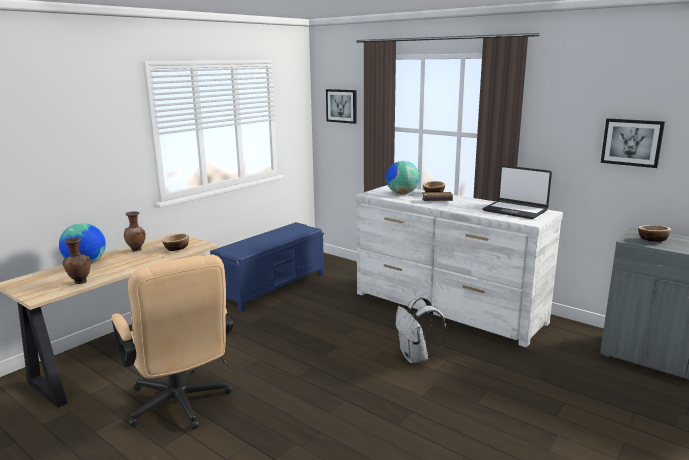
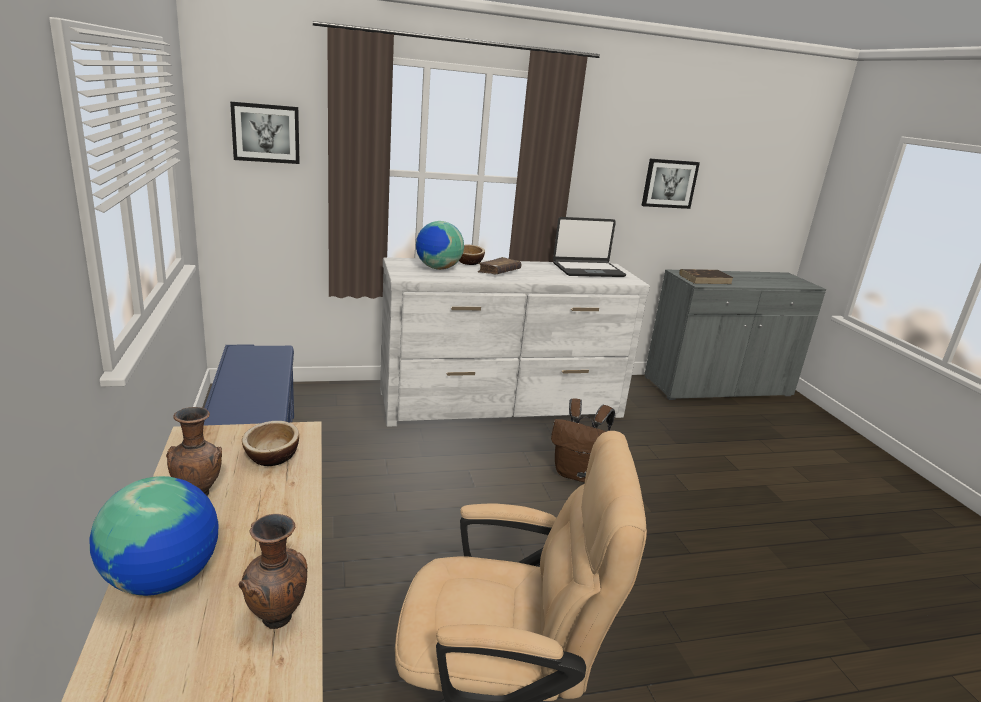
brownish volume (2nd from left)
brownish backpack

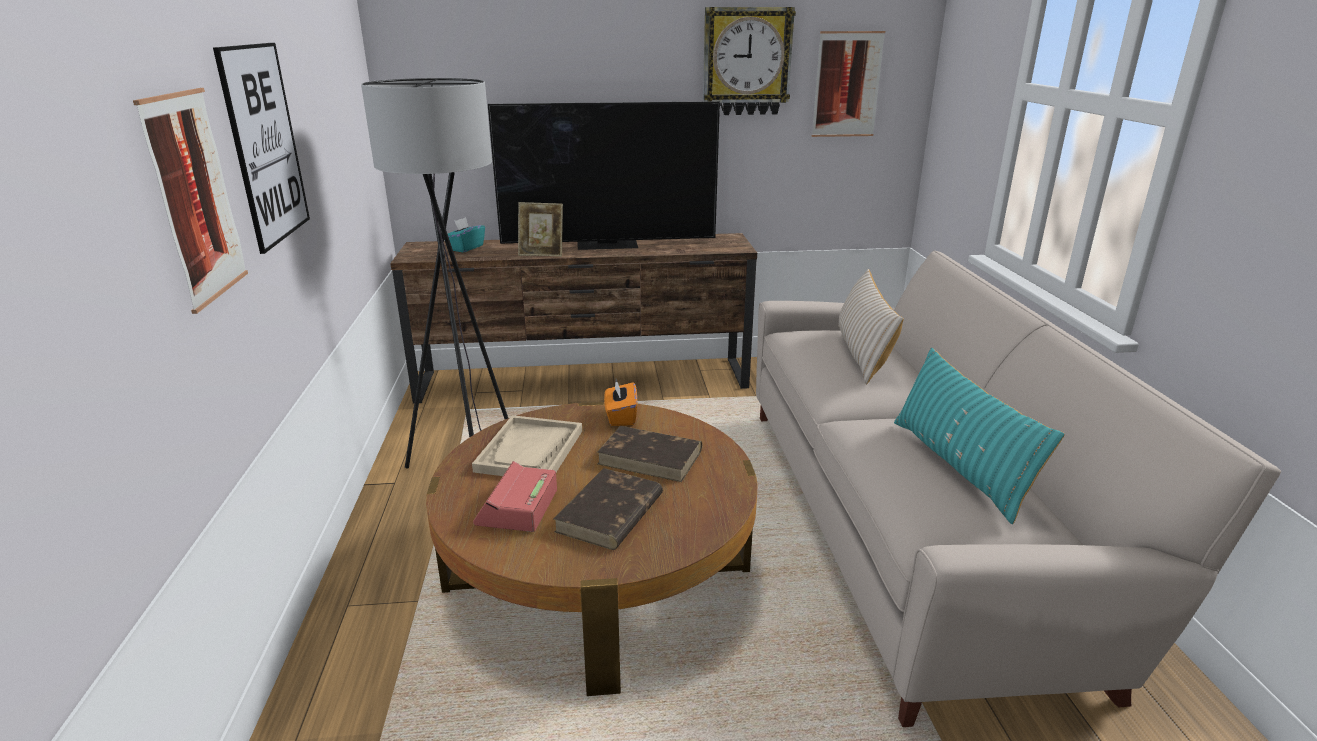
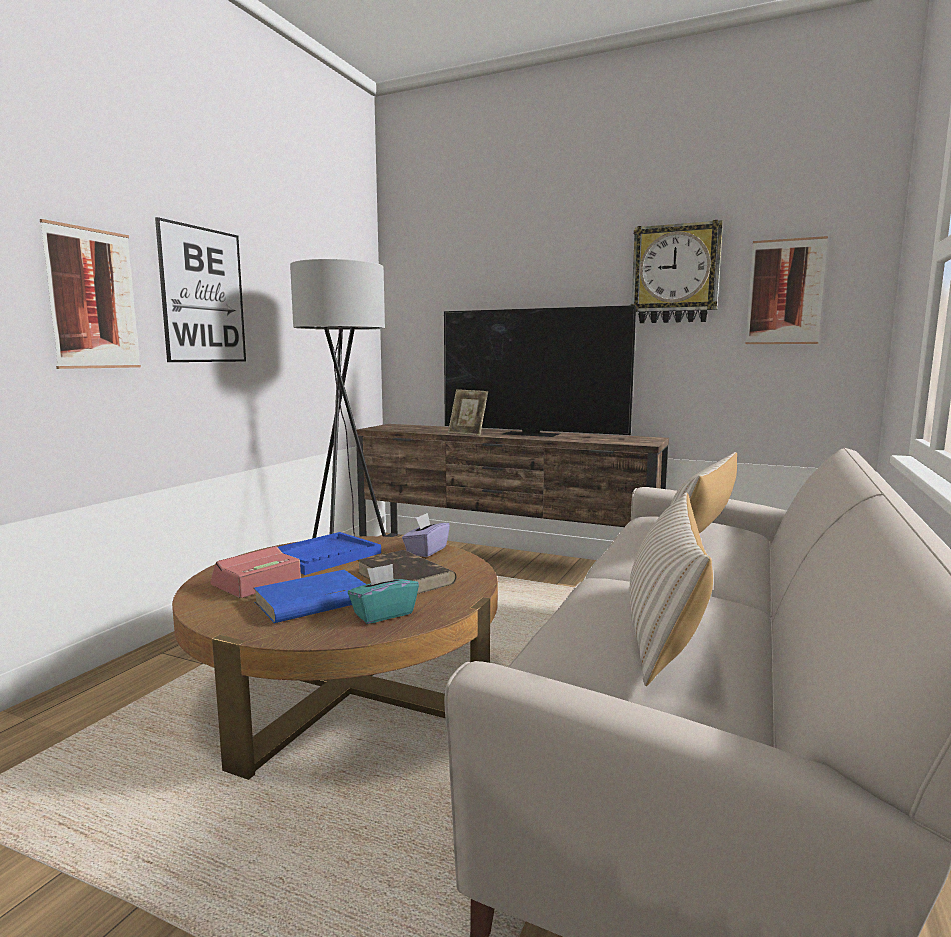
blue-green tissue box
beige-coloured throw pillow (1st from left)
purple tissue box
blue-coloured tray
blue-coloured volume

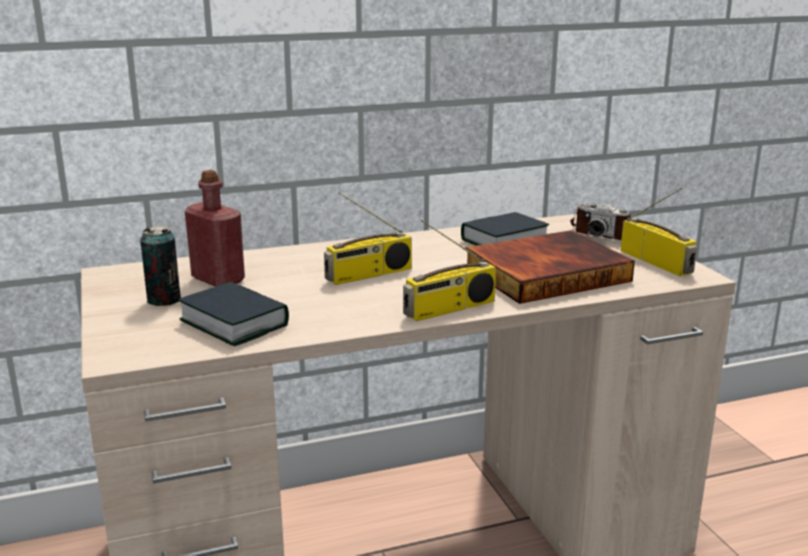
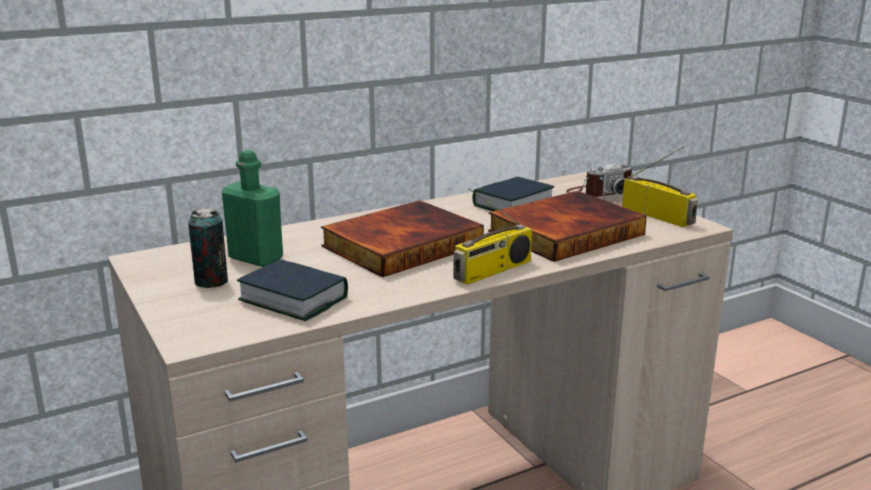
greenish drink bottle
volume (2nd from left)
photo camera

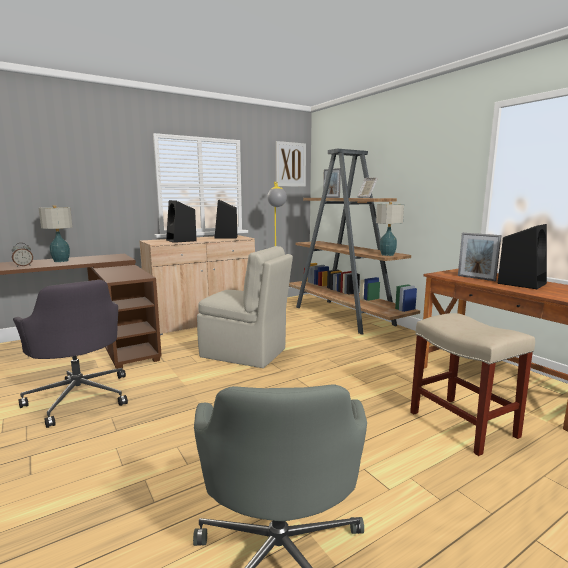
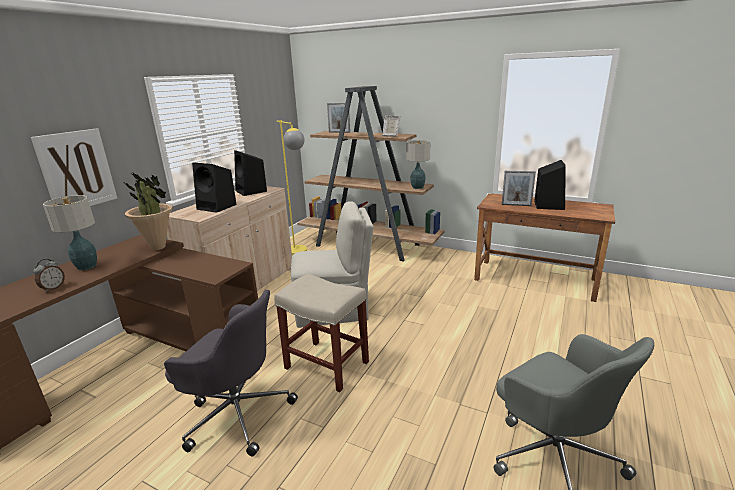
picture
beige-coloured sitting stool
potted plant

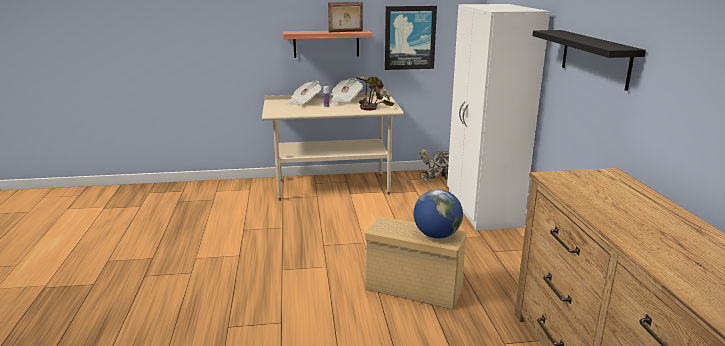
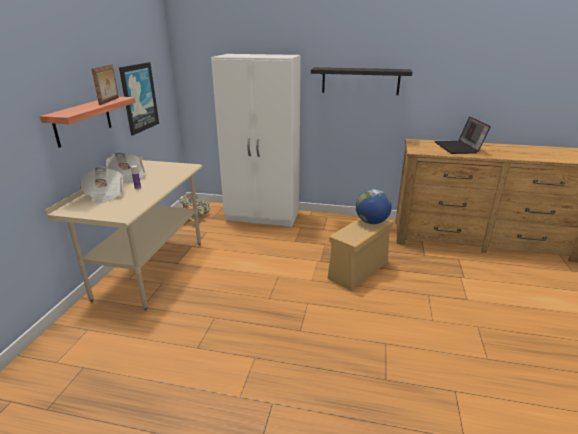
potted plant (1st from left in the first image)
portable computer

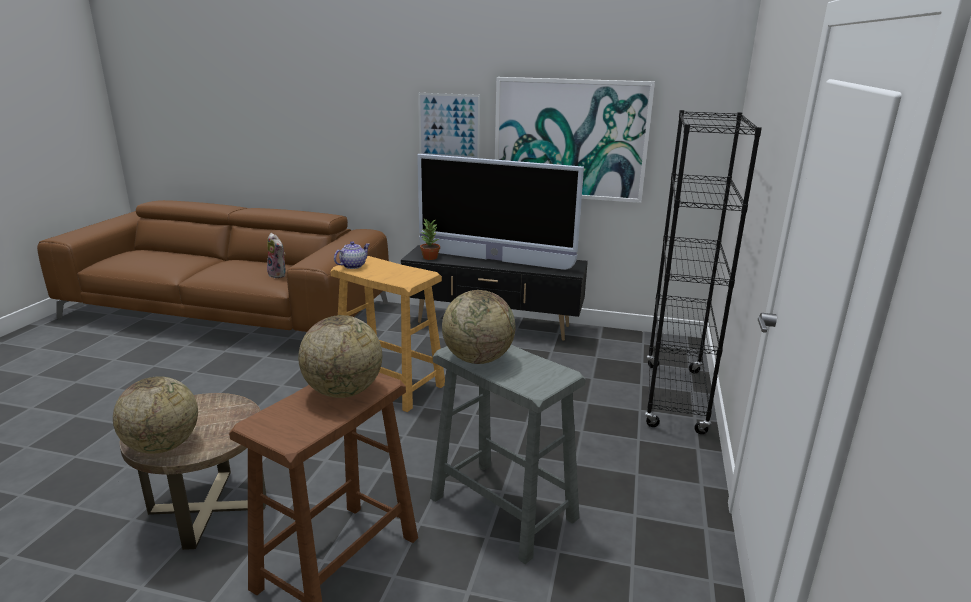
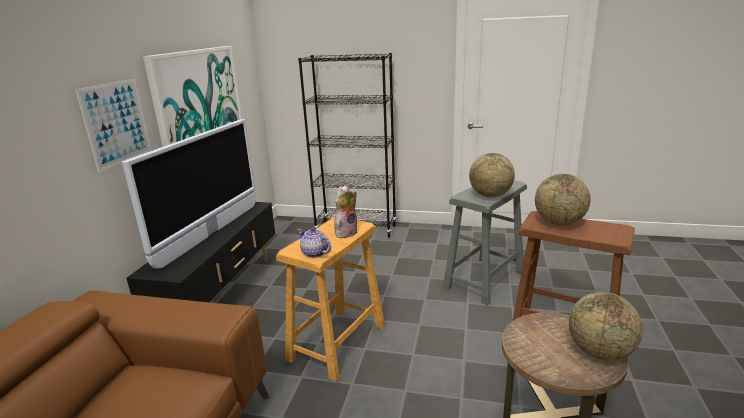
potted plant
soft toy

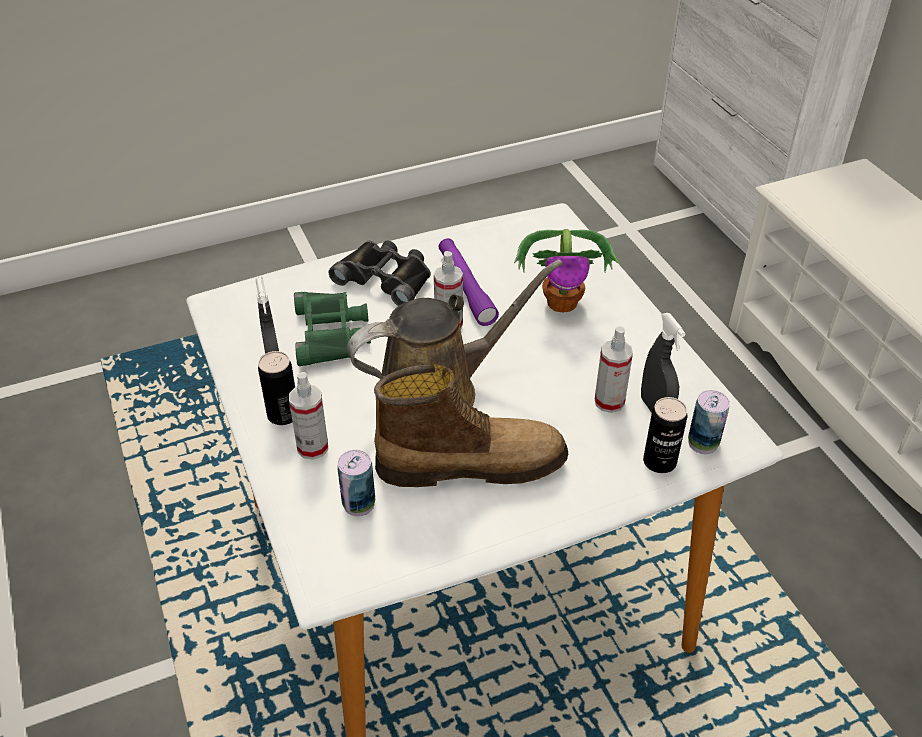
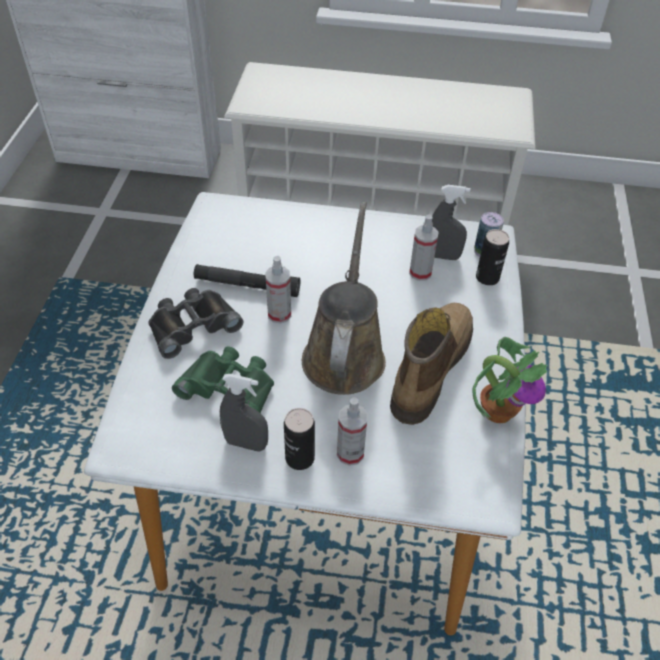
potted plant
blackish hand torch
sealed can (2nd from left in the first image)

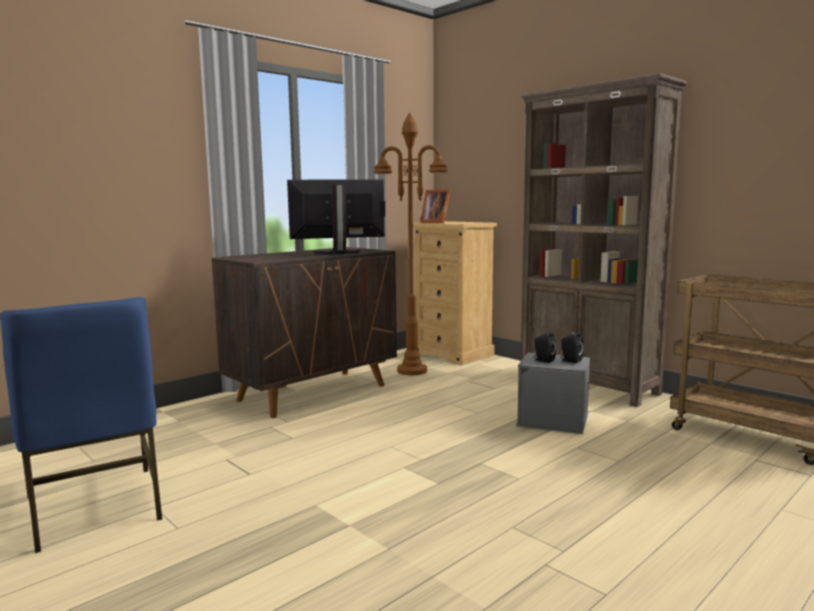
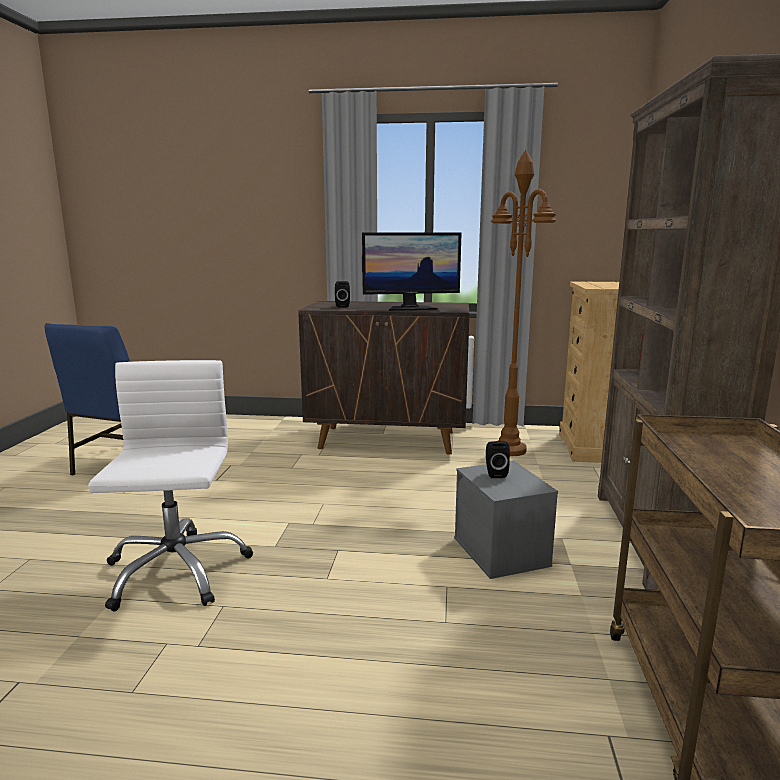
computer display
picture frame
blackish speaker (1st from left)
white office chair

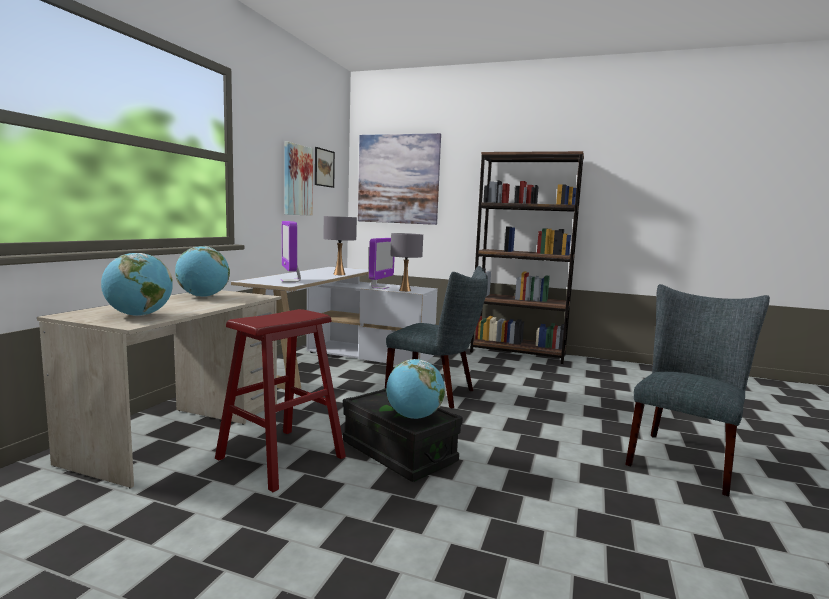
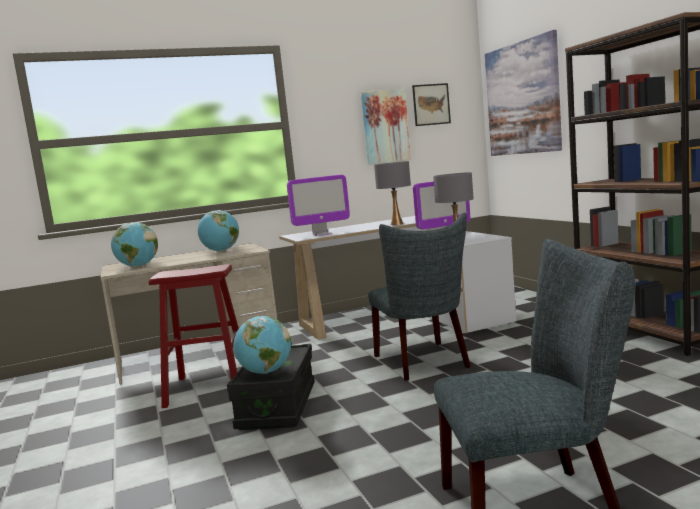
computer display (1st from left)

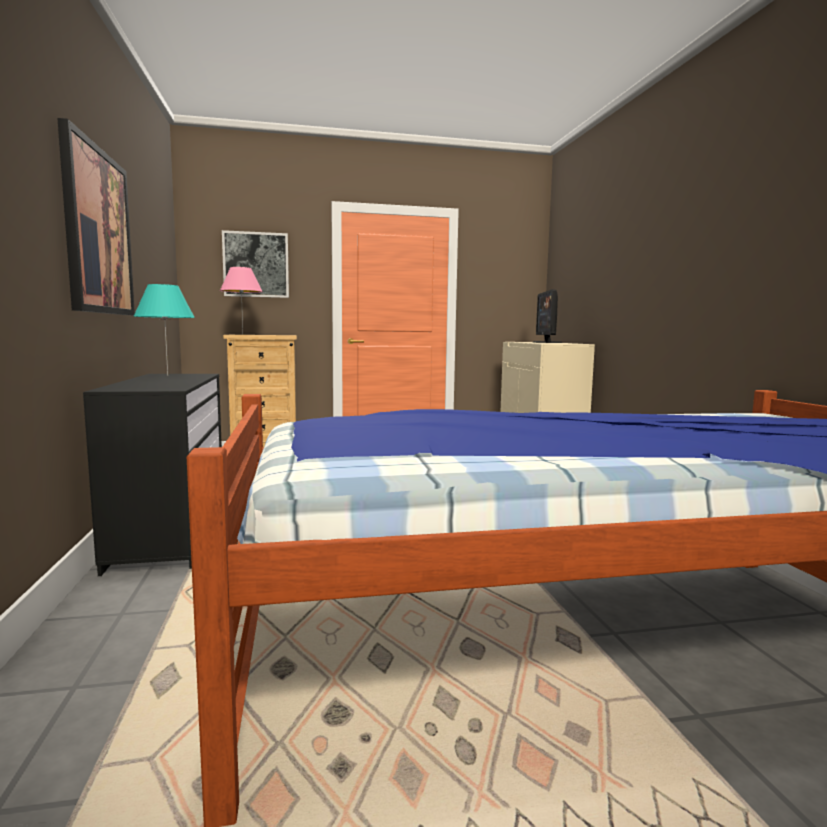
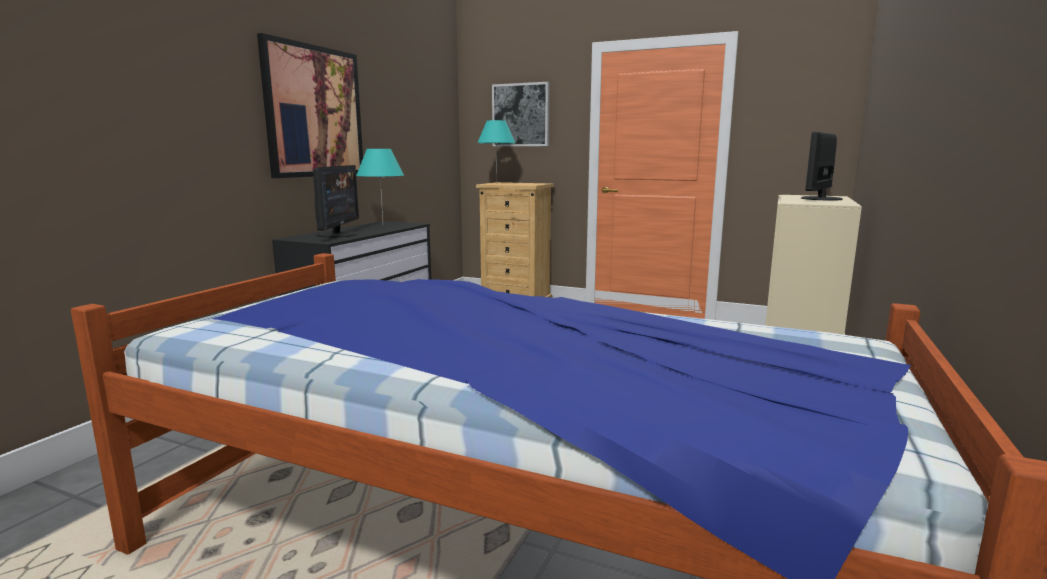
blue-green tabletop lamp (2nd from left)
computer display (1st from left)

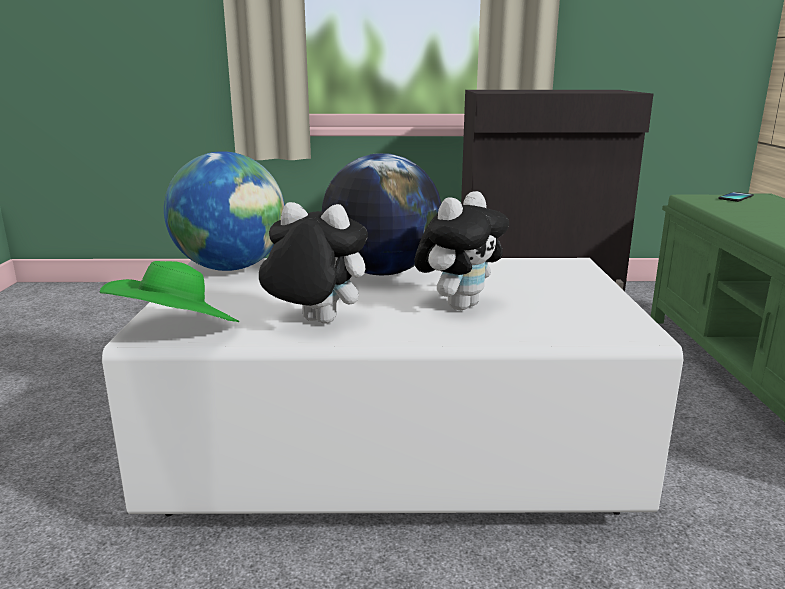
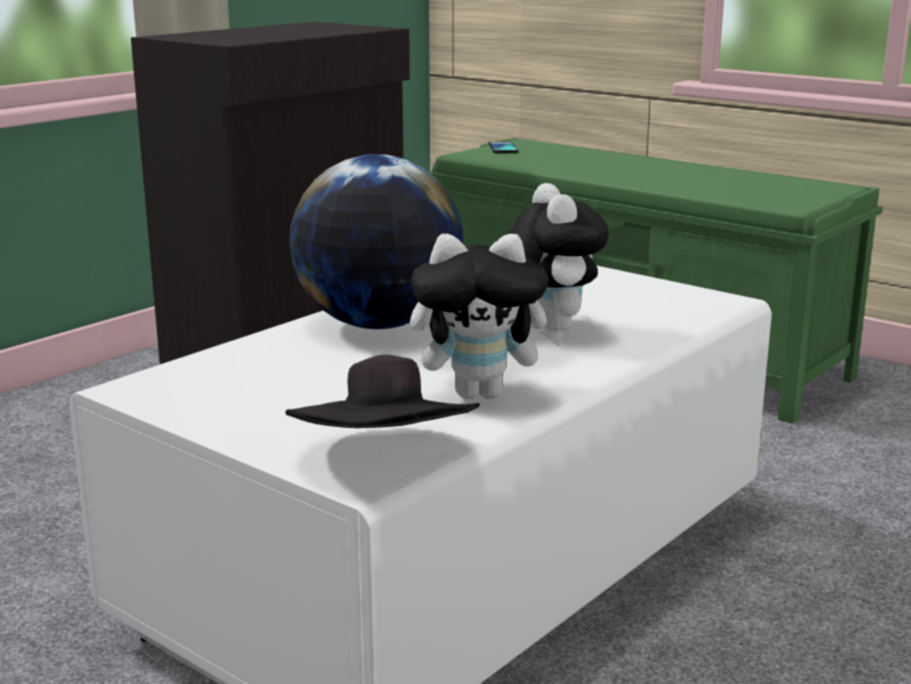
desk globe (1st from left in the first image)
soft toy (1st from left)
blackish wearable hat

